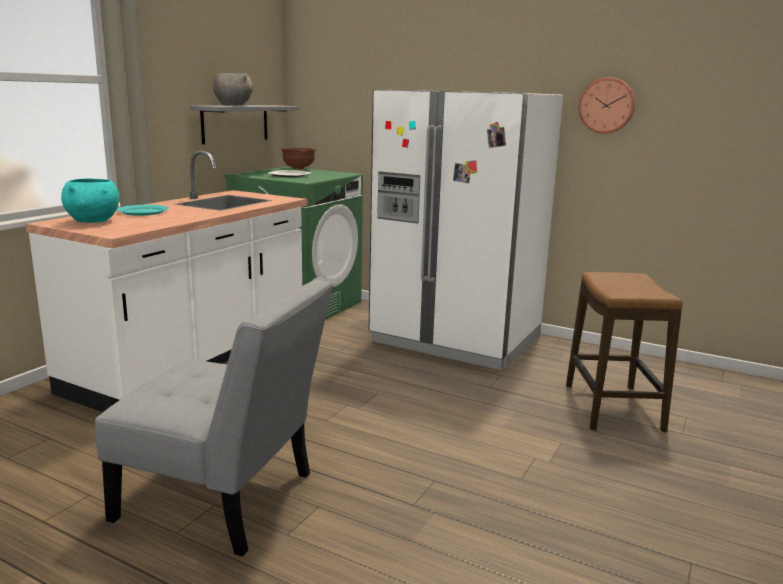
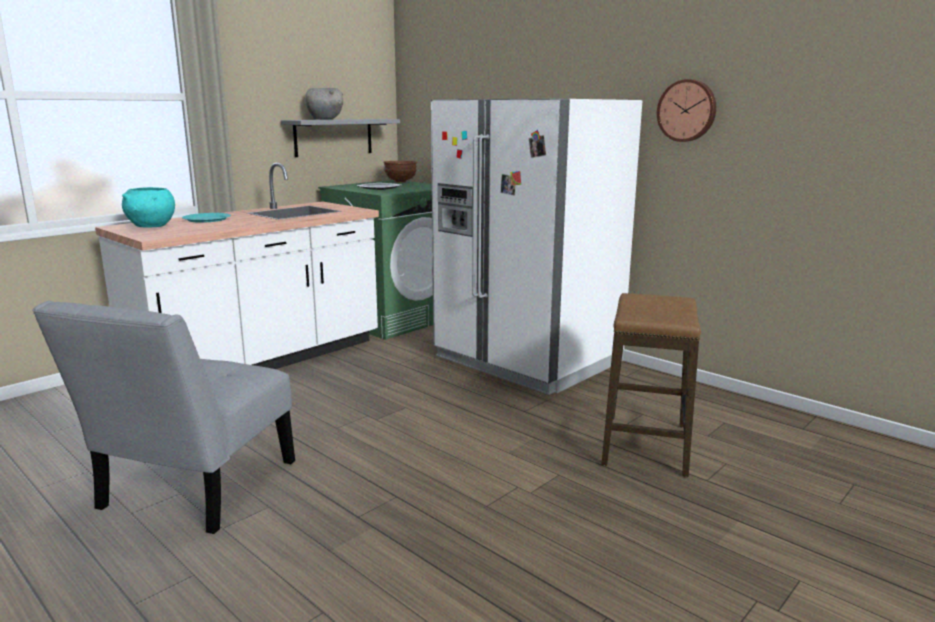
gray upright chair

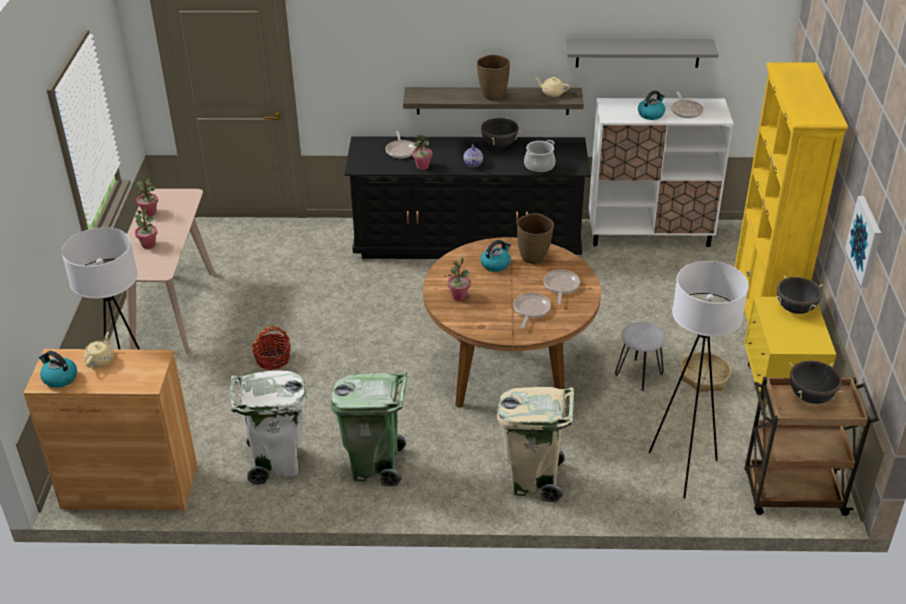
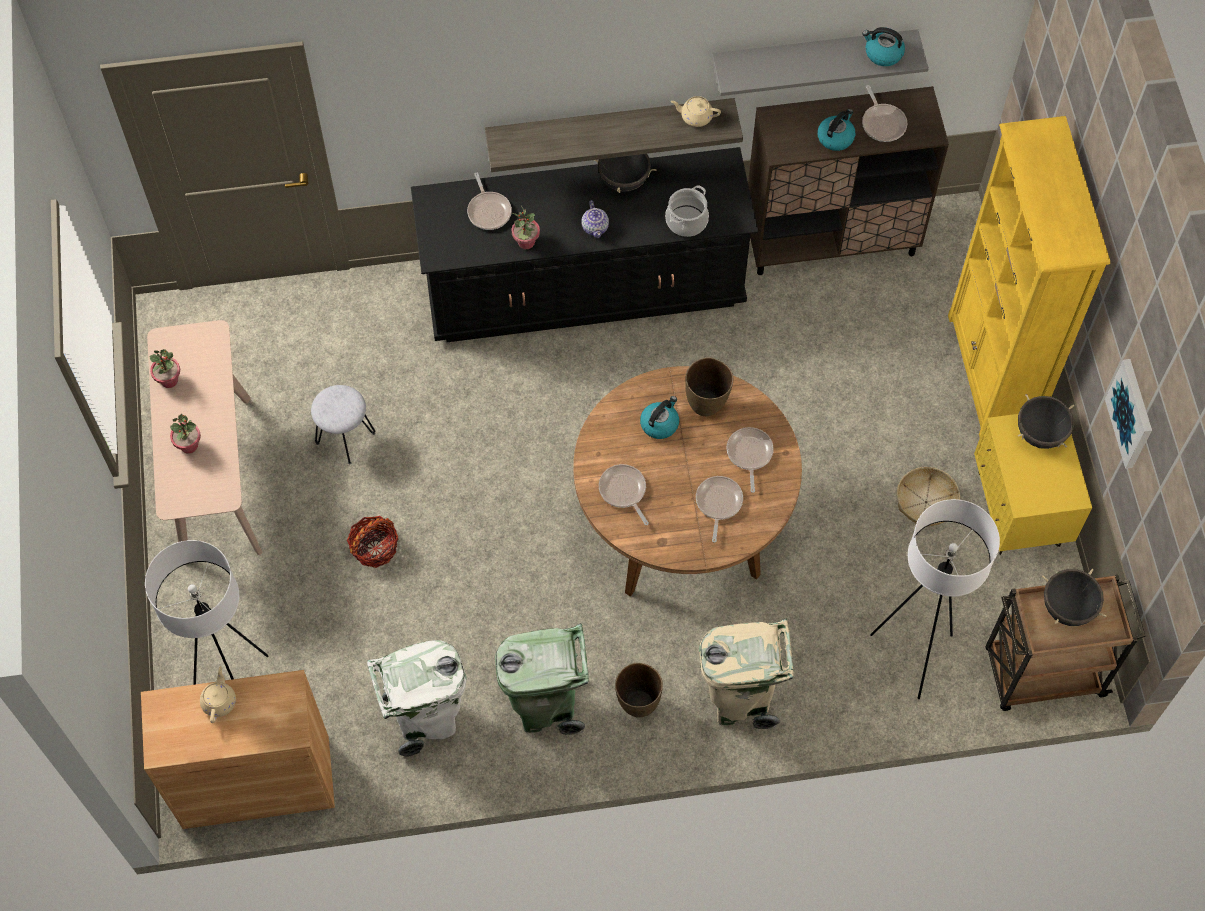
brownish vase (1st from left)
brownish storage cabinet (2nd from left)
pan (2nd from left)
gray sitting stool
kettle (3rd from left)

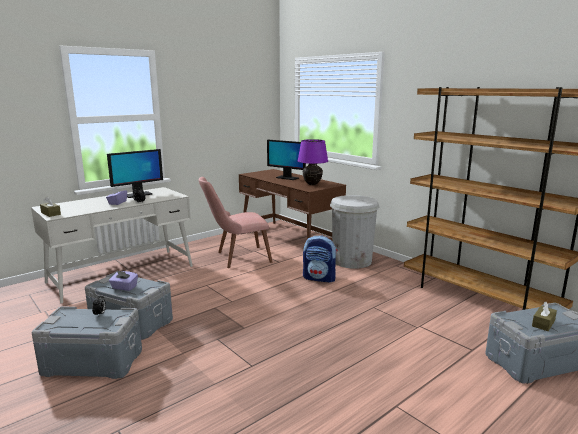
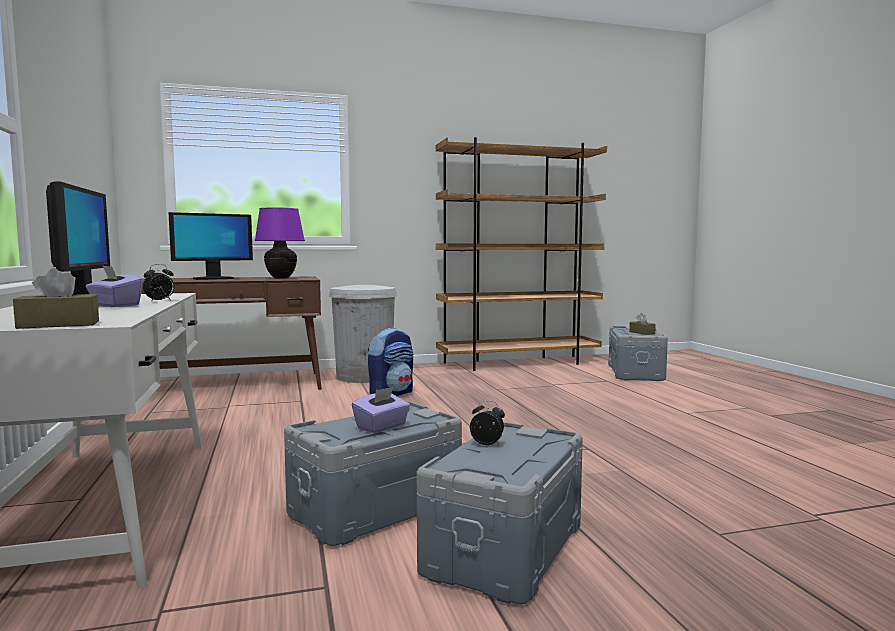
pinkish upright chair

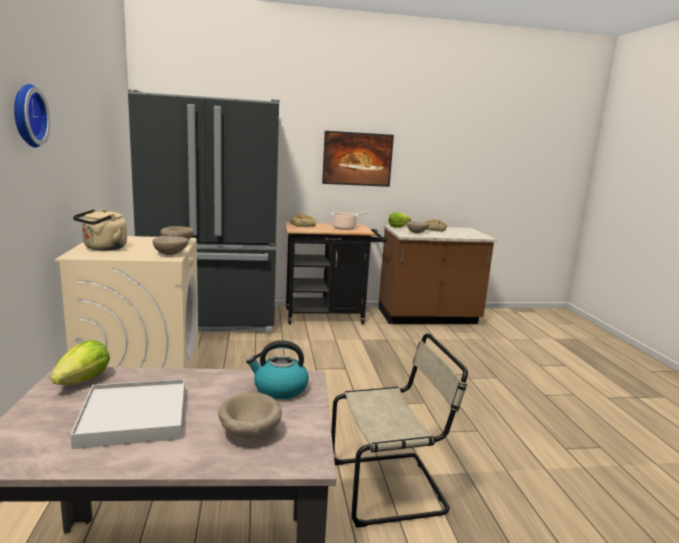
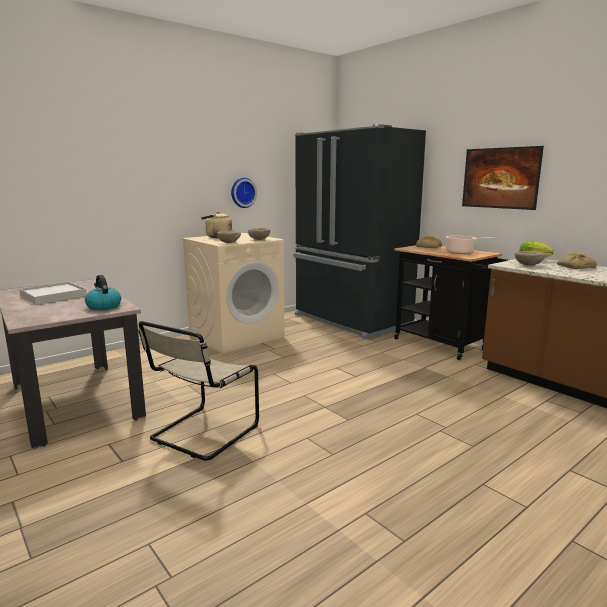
wall clock
beige-coloured upright chair
head of lettuce (1st from left in the first image)
beige-coloured deep dish (3rd from left in the first image)

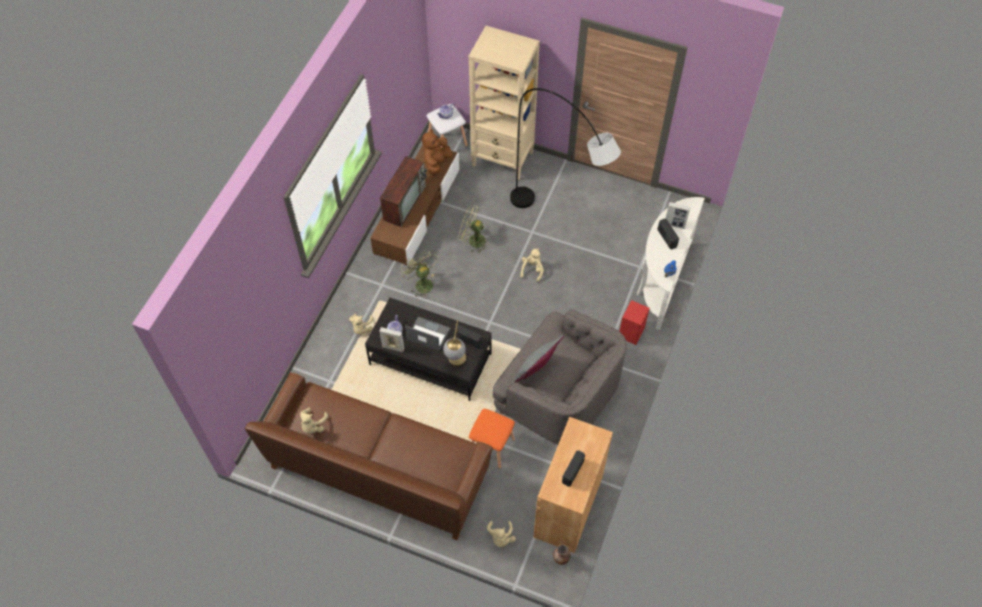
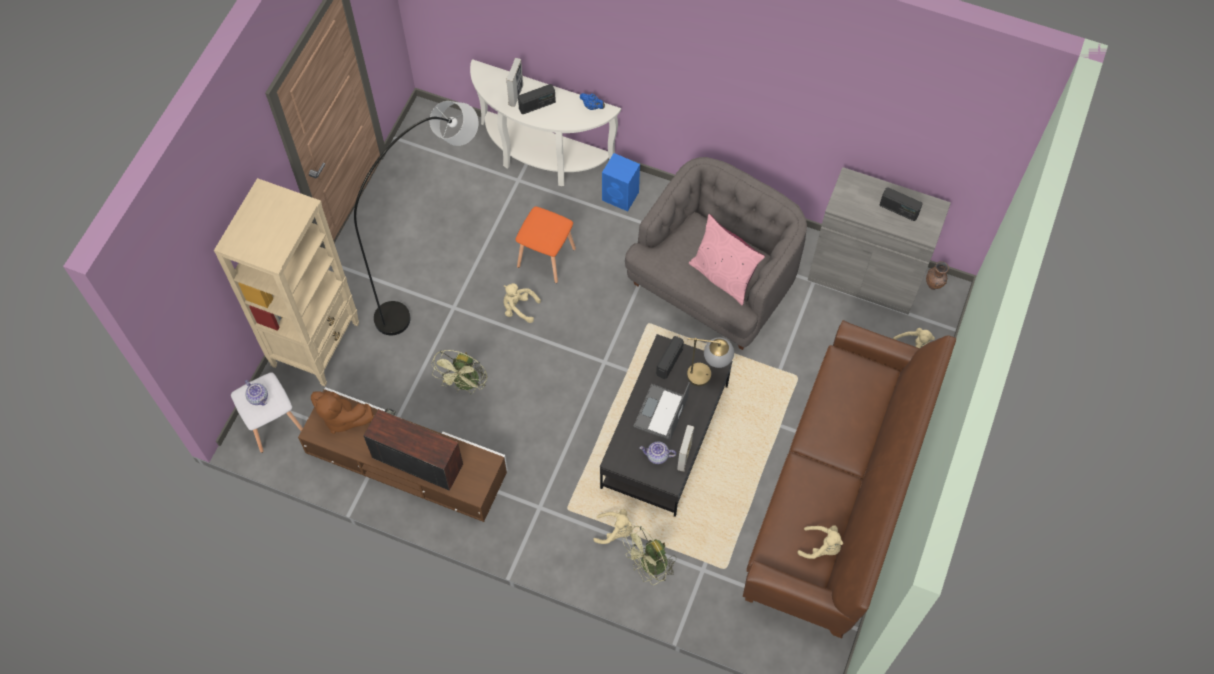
greenish fan (2nd from left)
blue-coloured speaker
pinkish throw pillow
orange-coloured sitting stool
gray storage cabinet

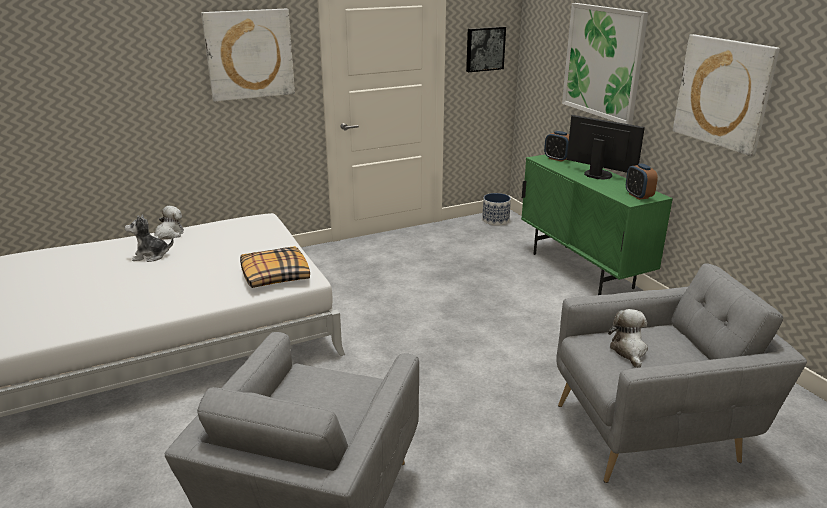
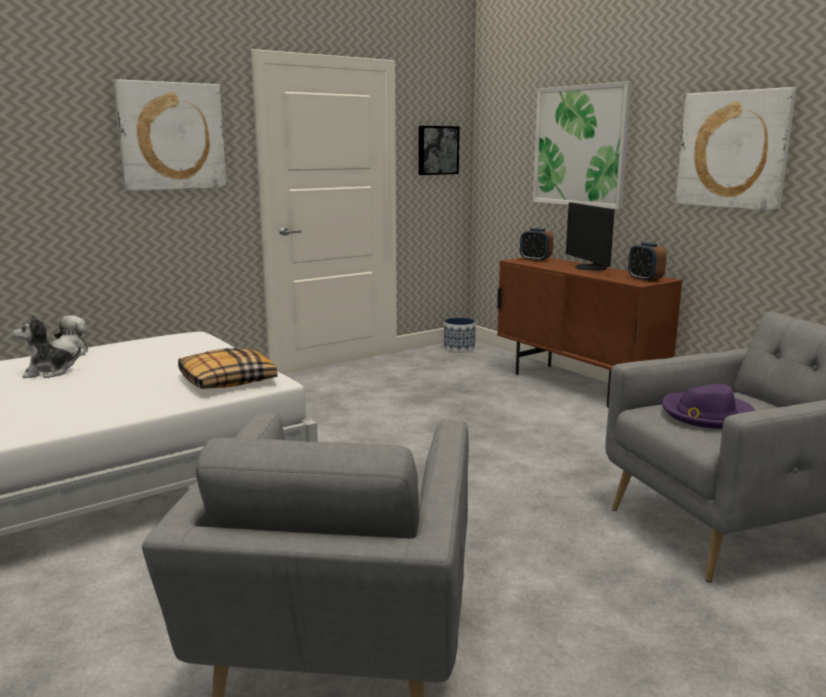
computer display
brownish storage cabinet
purple wearable hat

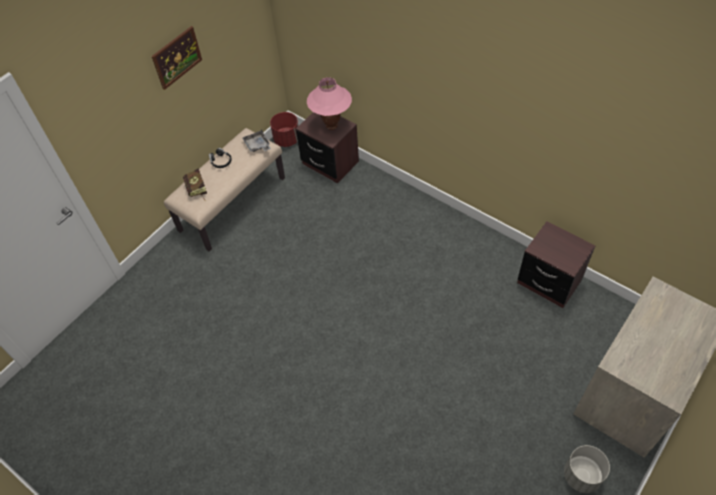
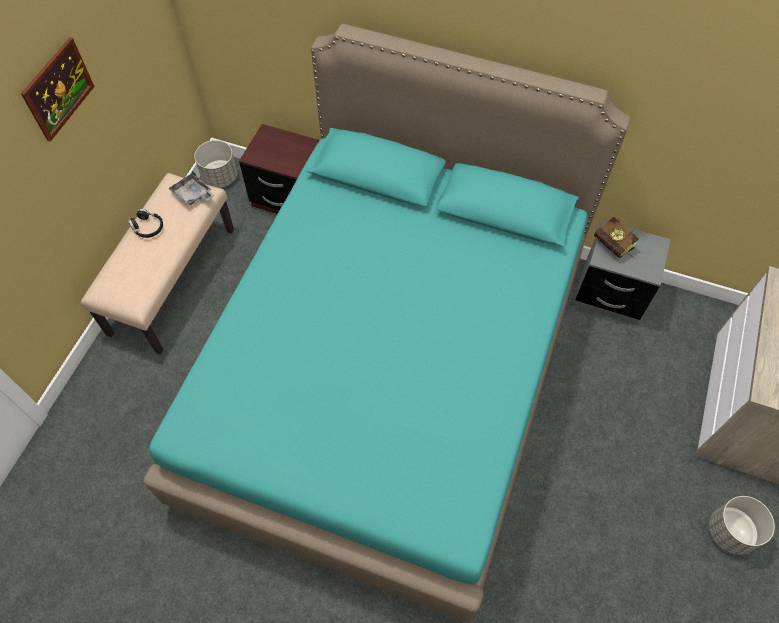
pinkish tabletop lamp
gray plant pot (1st from left)
volume
gray nightstand
blue-green bedroom bed

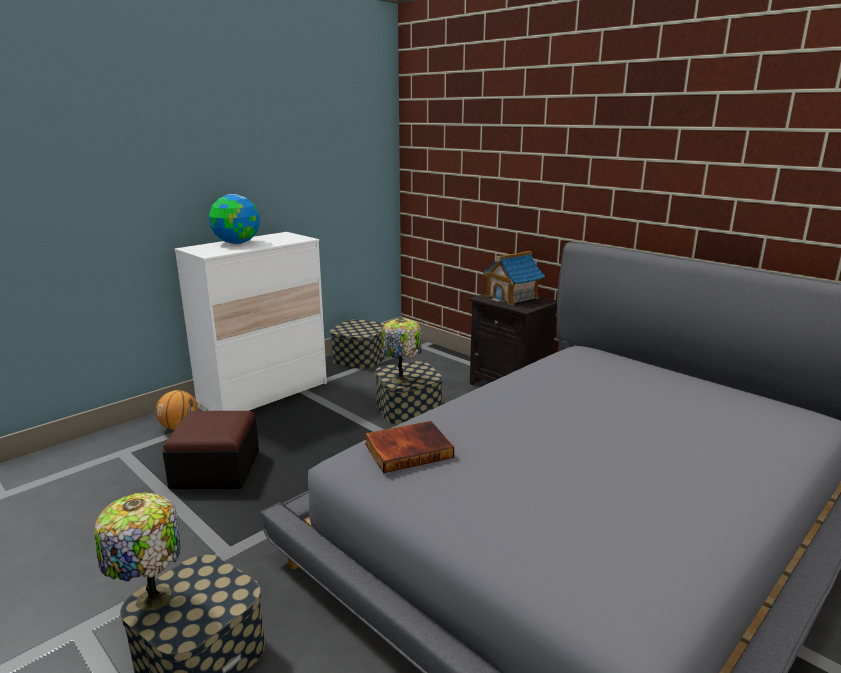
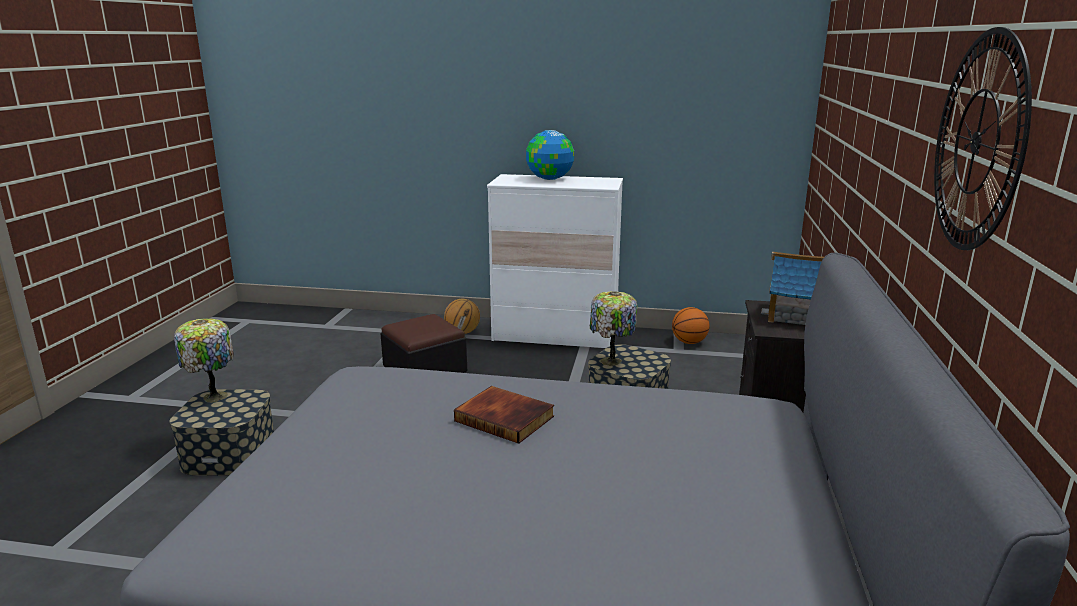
basketball (2nd from left)
volume
wall clock

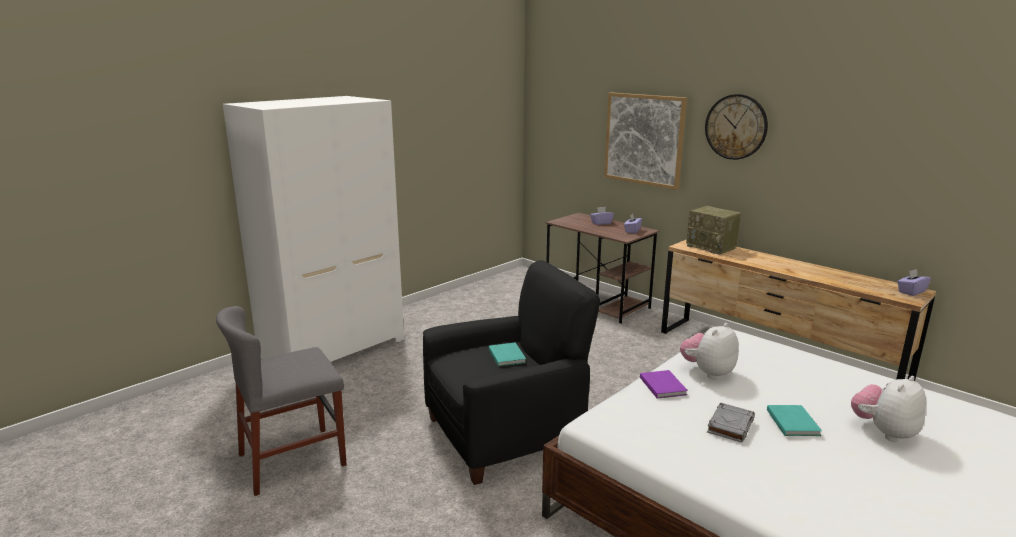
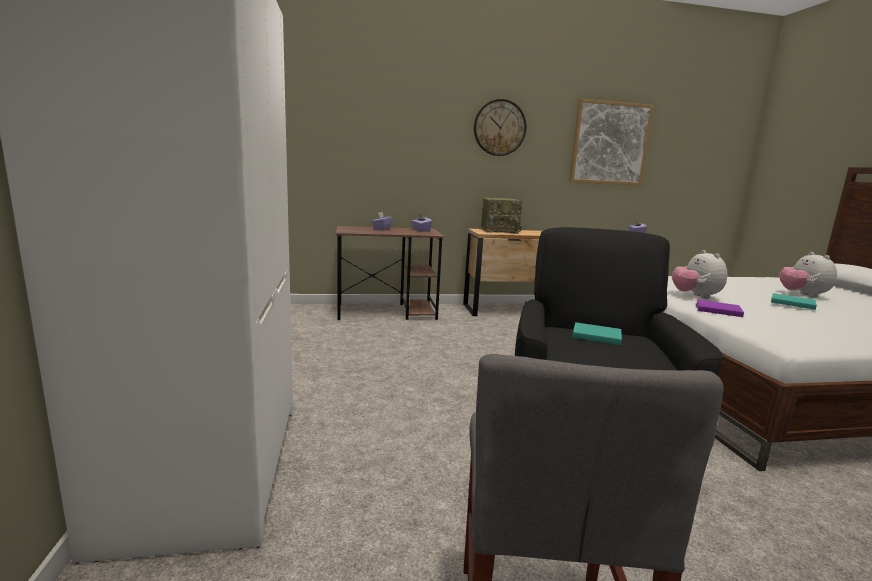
picture
gray volume

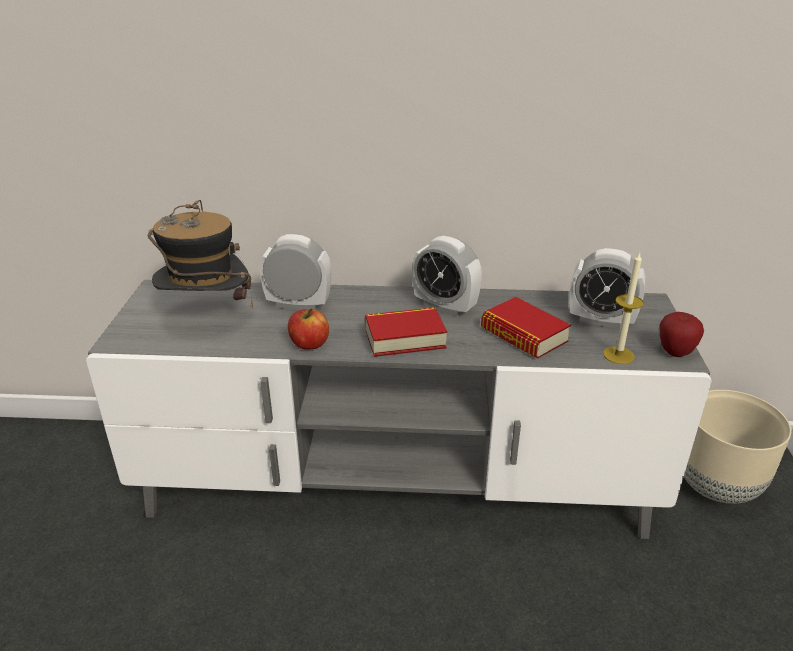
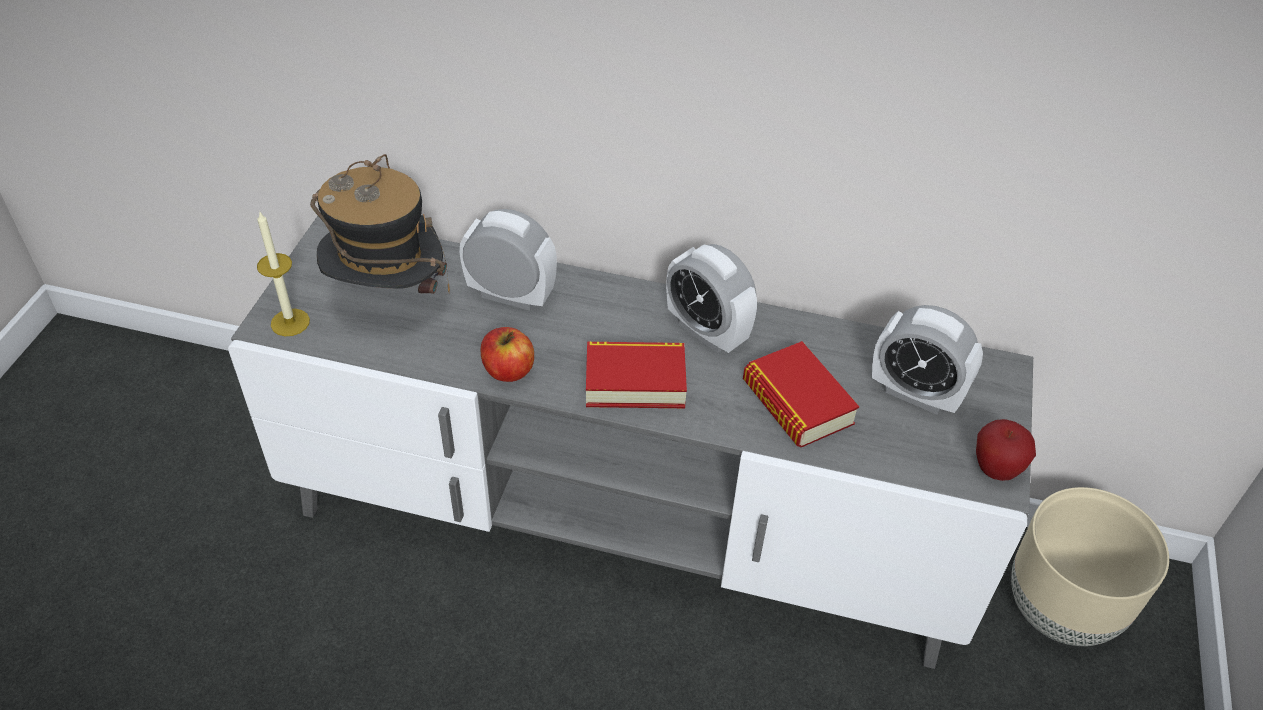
wax light

